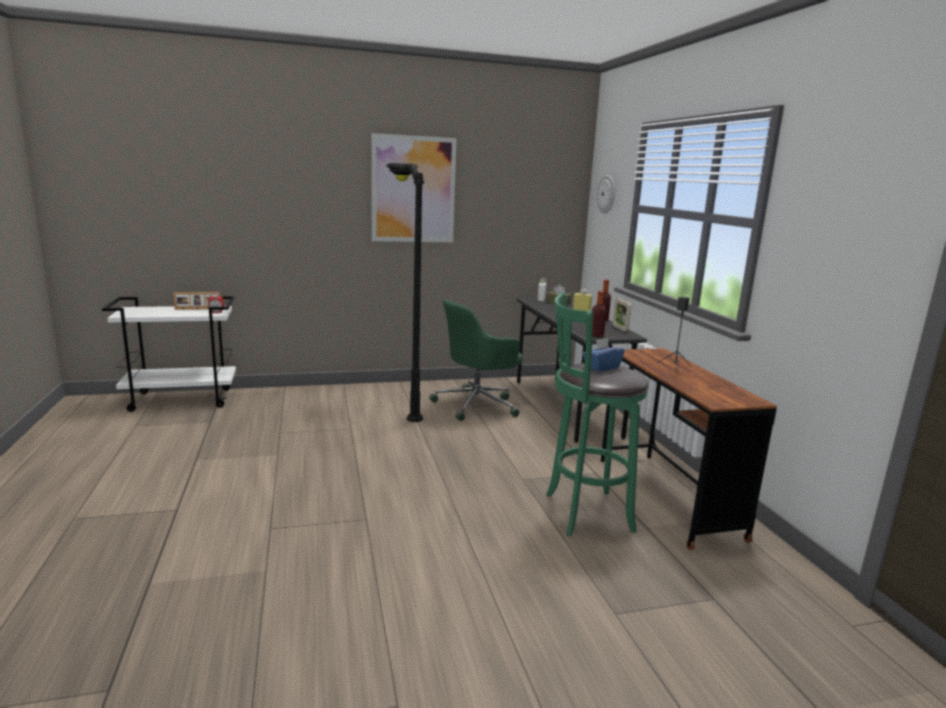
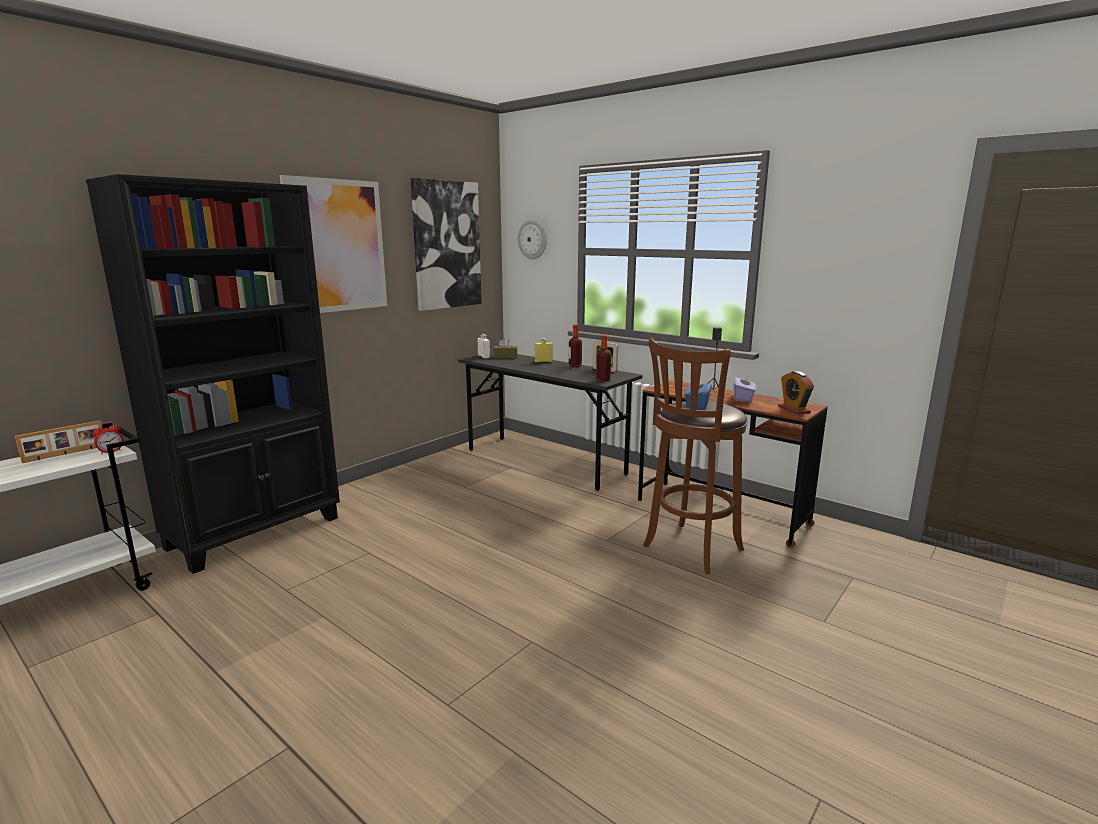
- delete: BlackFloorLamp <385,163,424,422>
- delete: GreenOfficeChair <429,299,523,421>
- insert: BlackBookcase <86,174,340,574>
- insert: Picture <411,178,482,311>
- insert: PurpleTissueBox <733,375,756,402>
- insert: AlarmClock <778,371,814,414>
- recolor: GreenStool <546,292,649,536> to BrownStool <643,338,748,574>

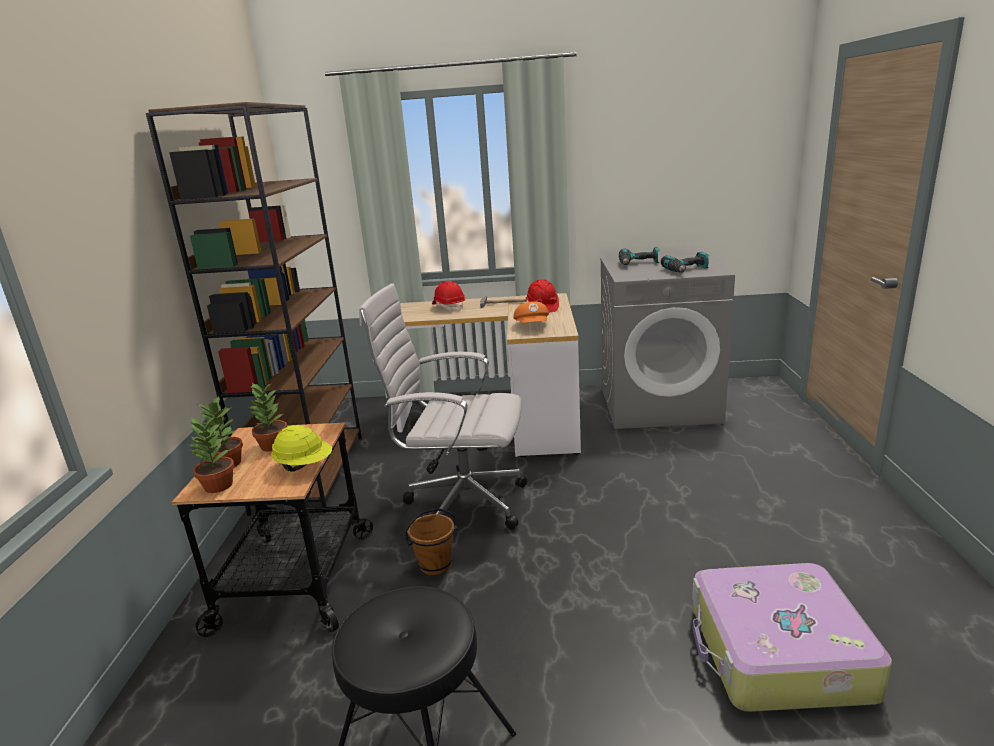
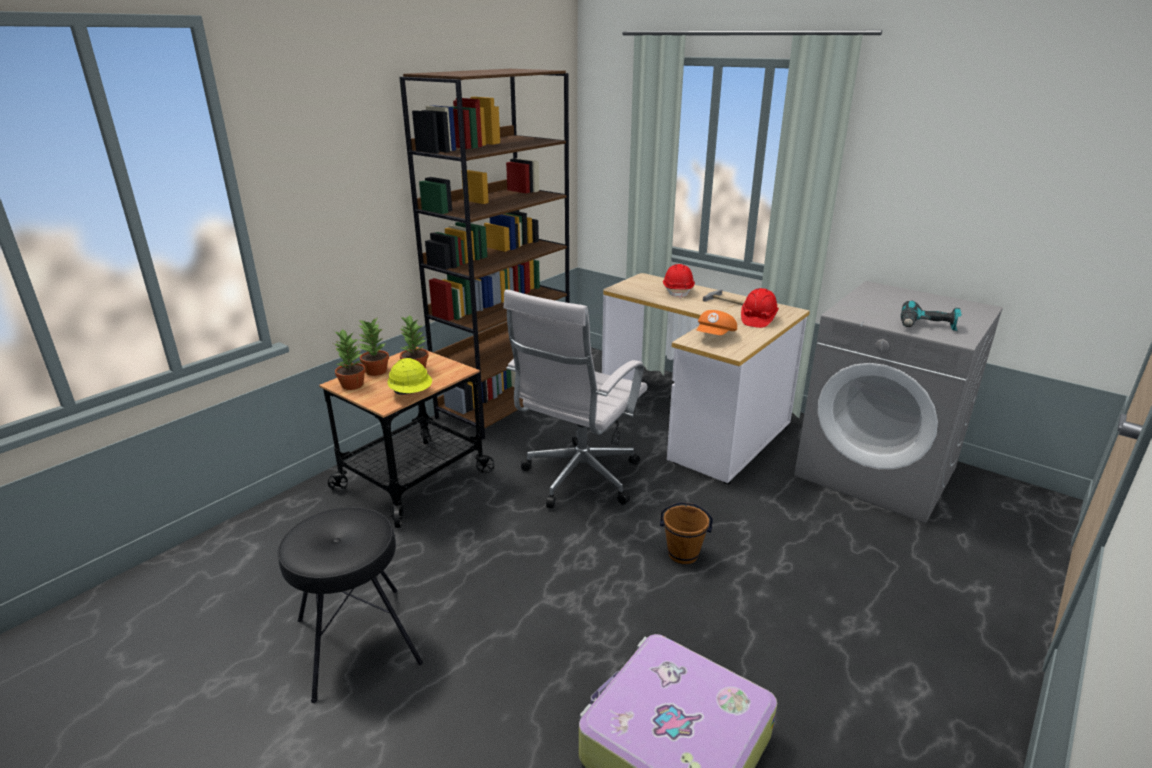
- delete: PowerDrill <619,247,660,265>
- move: BrownBucket <405,508,458,575> to <660,502,713,564>
- rotate: WhiteOfficeChair <359,283,527,530> = <504,289,648,508> 105 degrees counterclockwise

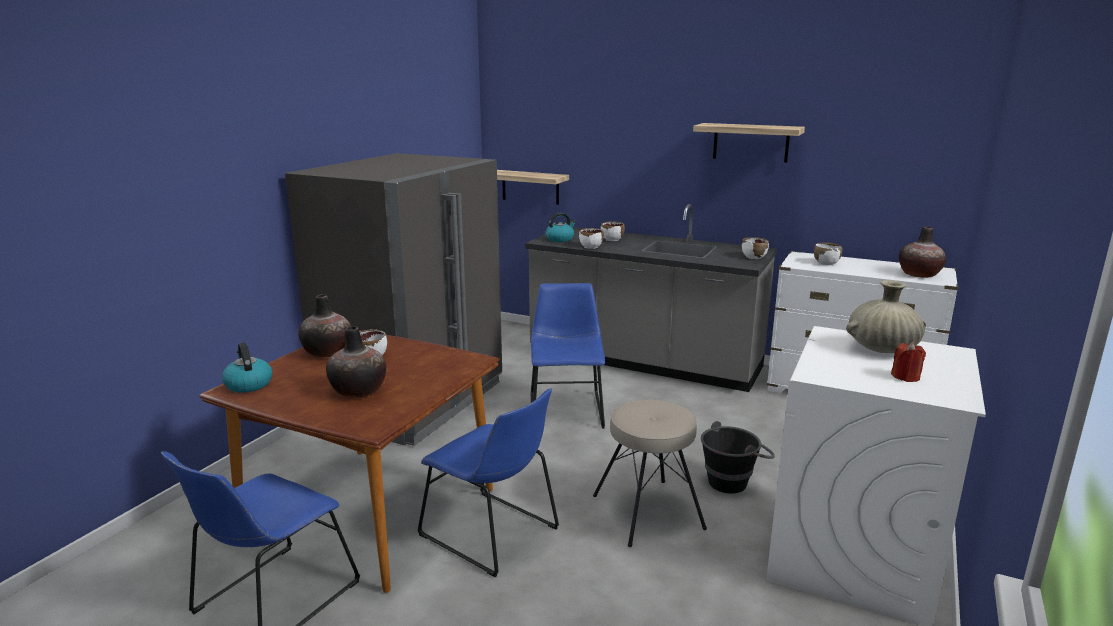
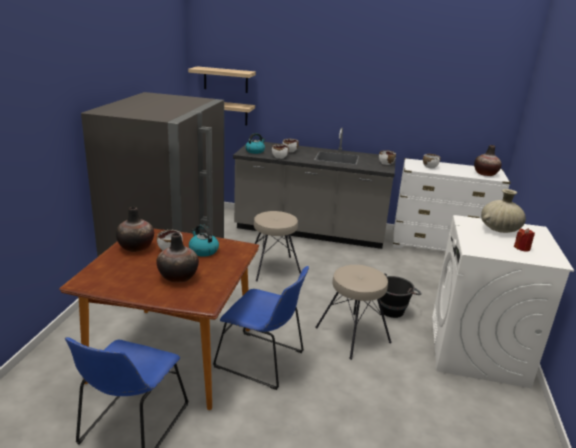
- move: Kettle <222,342,272,393> to <189,224,219,257>
- move: Shelf <693,123,805,163> to <188,66,256,93>
- replace: BlueChair <531,283,605,429> to BeigeStool <254,211,301,282>

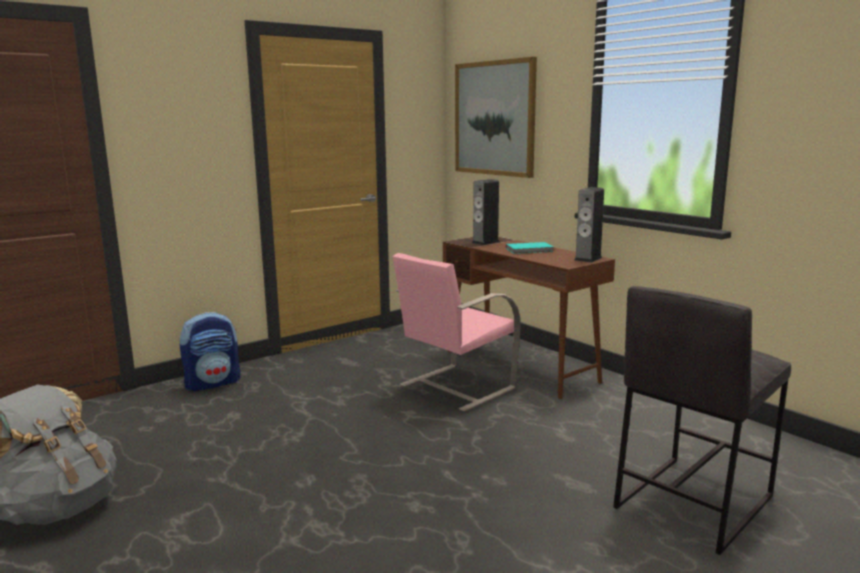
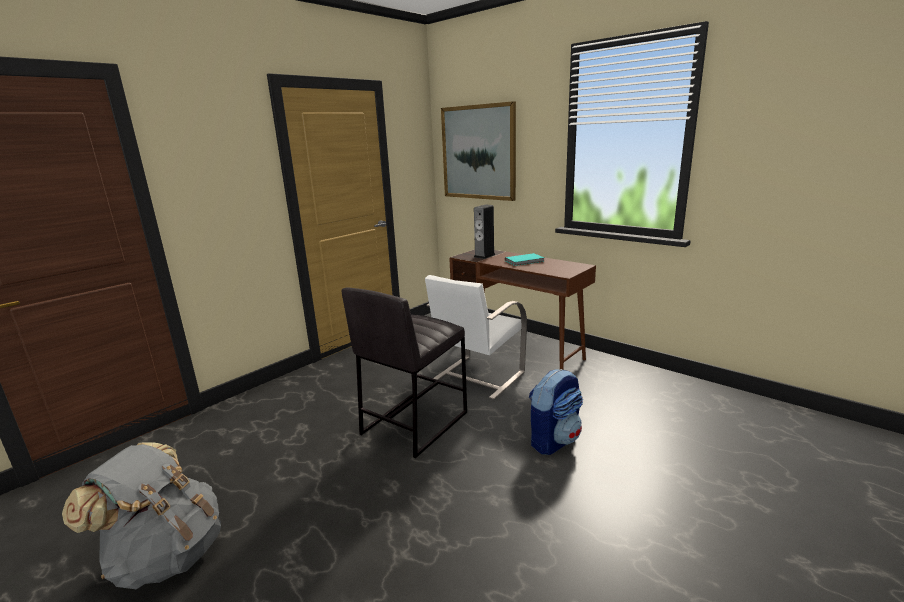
- delete: Speaker <574,187,604,263>
- move: Backpack <180,312,240,391> to <529,369,583,455>
- move: GreyStool <613,286,791,555> to <341,287,467,458>
- recolor: PinkChair <393,253,521,412> to WhiteChair <425,275,527,400>

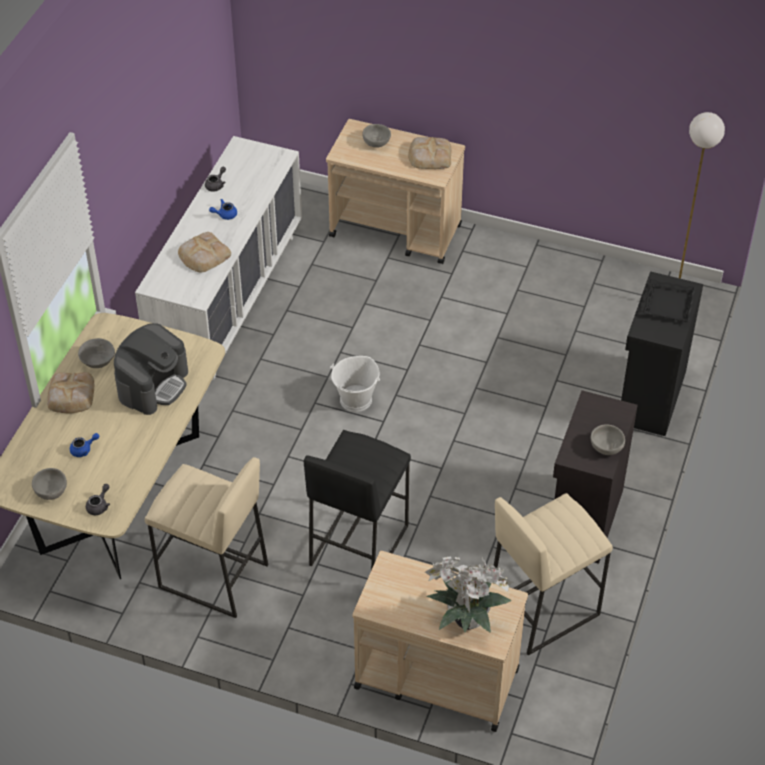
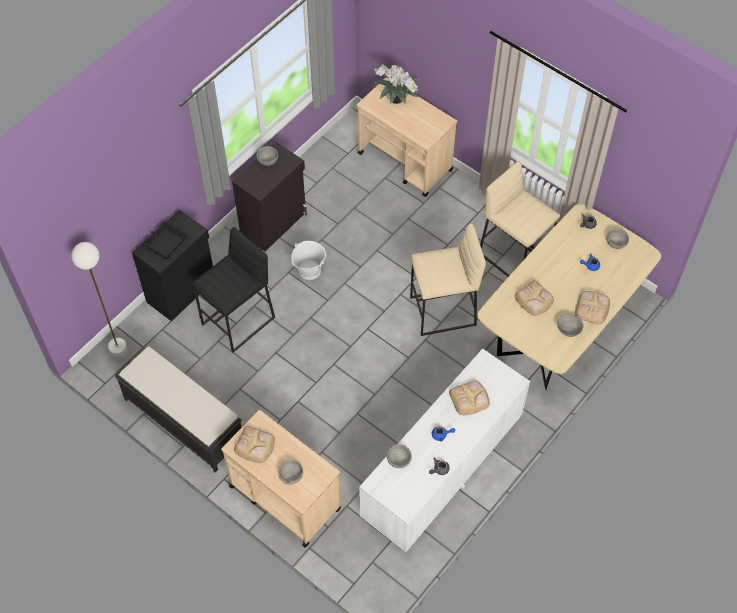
- insert: BlackBench <115,346,242,473>
- insert: GreyBowl <387,444,412,468>
- move: BlackStool <304,430,411,570> to <192,227,275,353>
- move: WhiteBucket <330,356,380,412> to <291,241,326,280>
- move: BeigeStool <493,493,613,655> to <410,224,486,336>
- replace: CoffeeMachine <114,323,188,415> to Bread <515,280,554,316>

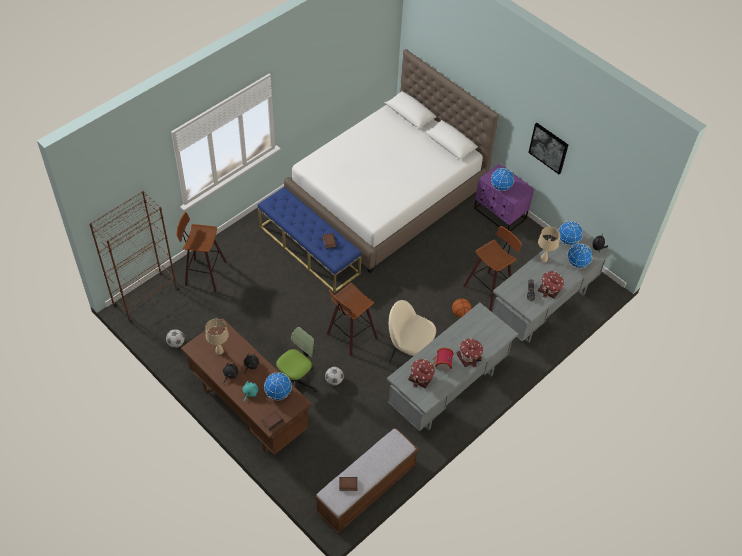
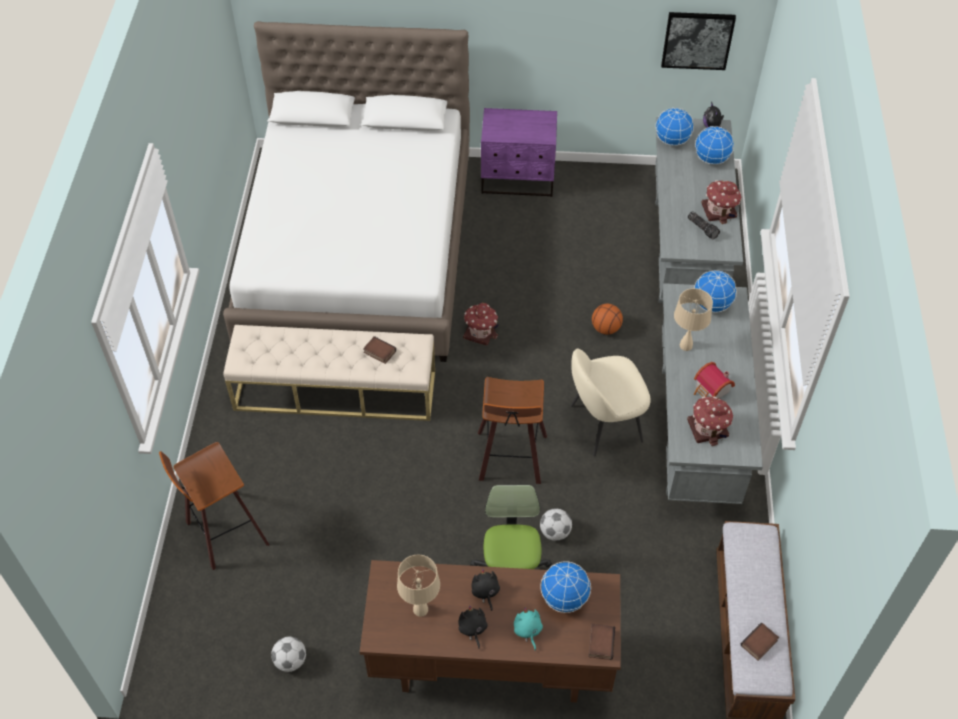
- delete: BrownBookcase <89,191,179,322>
- delete: Stool <464,226,522,311>
- move: ToyHouse <456,338,483,367> to <463,302,498,346>
- move: Globe <491,168,514,191> to <694,270,737,312>
- move: Picture <528,123,568,174> to <661,12,736,70>
- move: BeigeTableLamp <538,227,560,262> to <674,288,713,351>
- recolor: BlueBench <258,187,361,293> to BeigeBench <223,325,435,421>

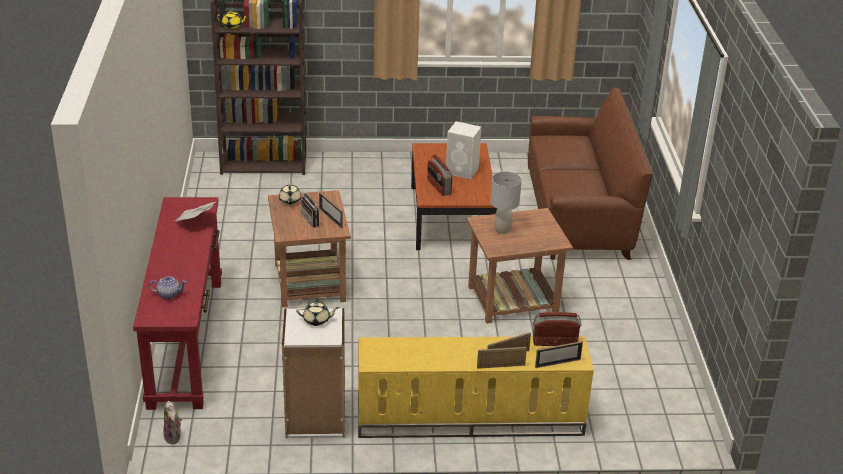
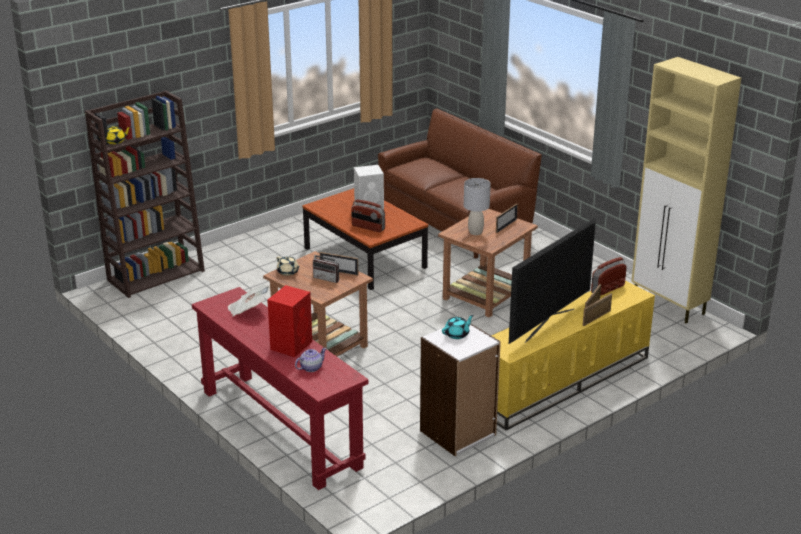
- delete: PlushToy <163,401,183,444>
- insert: RedSpeaker <267,285,312,357>
- insert: Television <509,218,596,344>
- insert: BeigeCabinet <631,57,741,324>
- move: PictureFrame <535,341,583,368> to <496,203,518,233>
- recolor: BeigeTeapot <296,302,339,326> to TurquoiseTeapot <442,315,474,339>

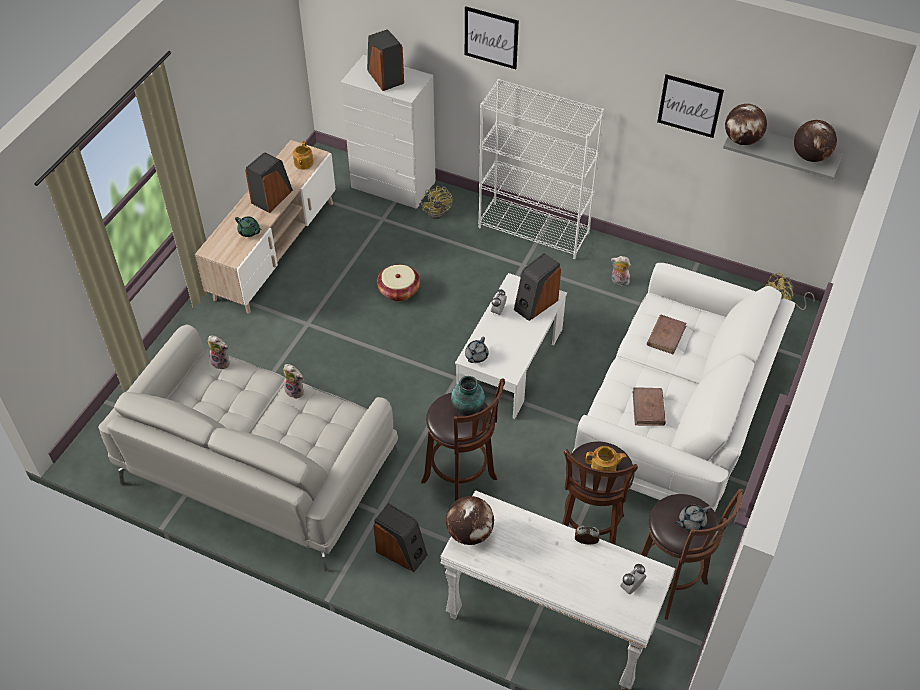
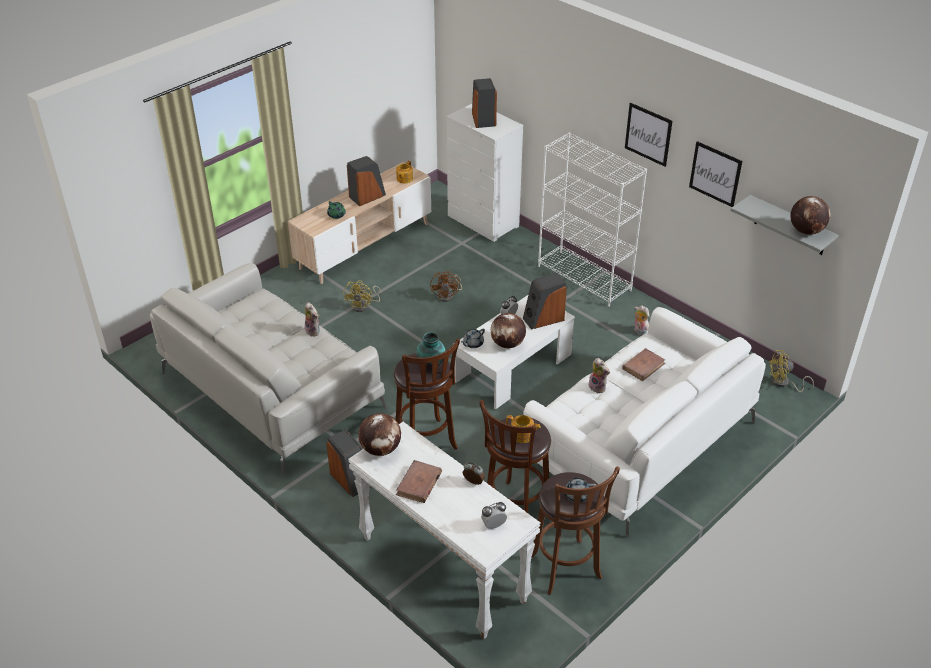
- move: PlushToy <208,335,230,370> to <588,358,610,393>
- move: YellowFan <421,186,453,219> to <343,280,381,312>
- move: Picture <465,6,519,69> to <625,103,672,167>
- move: BrownBook <633,387,666,426> to <396,460,442,503>
- move: Globe <725,104,767,145> to <491,313,526,348>
- replace: Basket <377,264,420,301> to BrownFan <430,270,462,302>

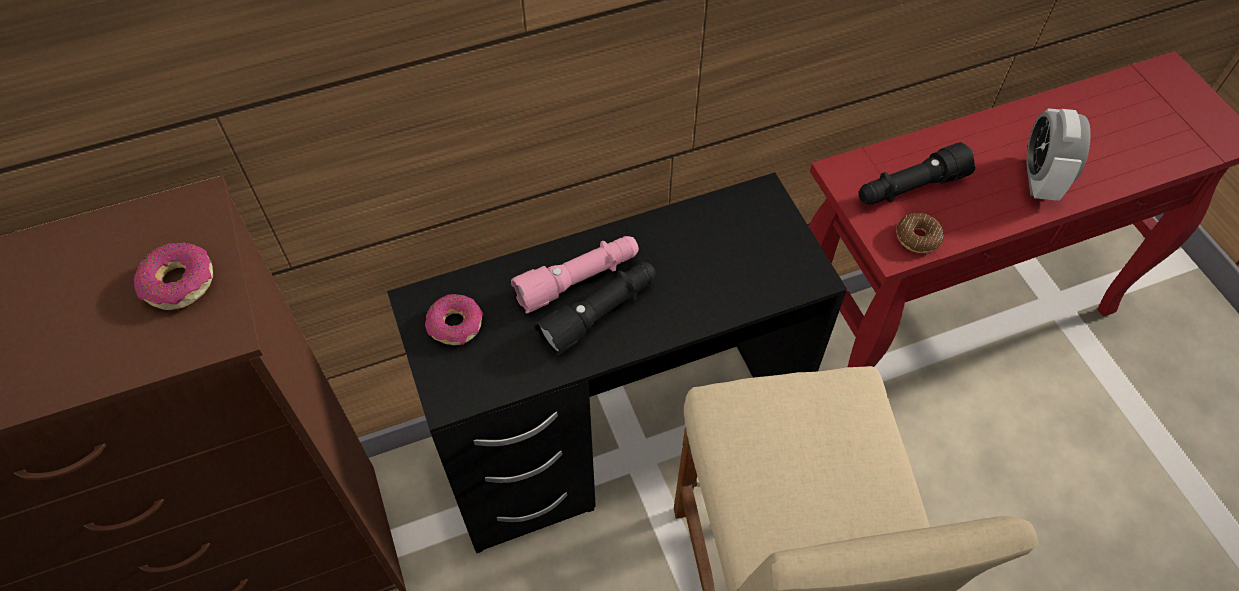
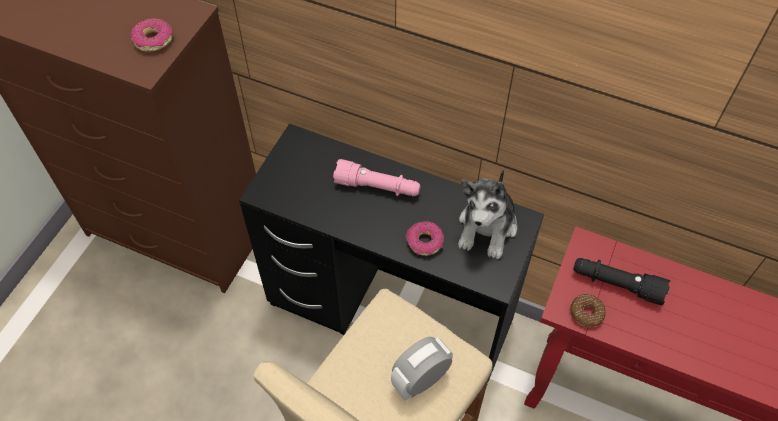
- delete: BlackFlashlight <535,262,656,356>
- insert: PlushToy <458,169,517,259>
- move: Donut <425,294,483,345> to <406,221,444,256>
- move: AlarmClock <1026,108,1091,201> to <391,337,453,401>

